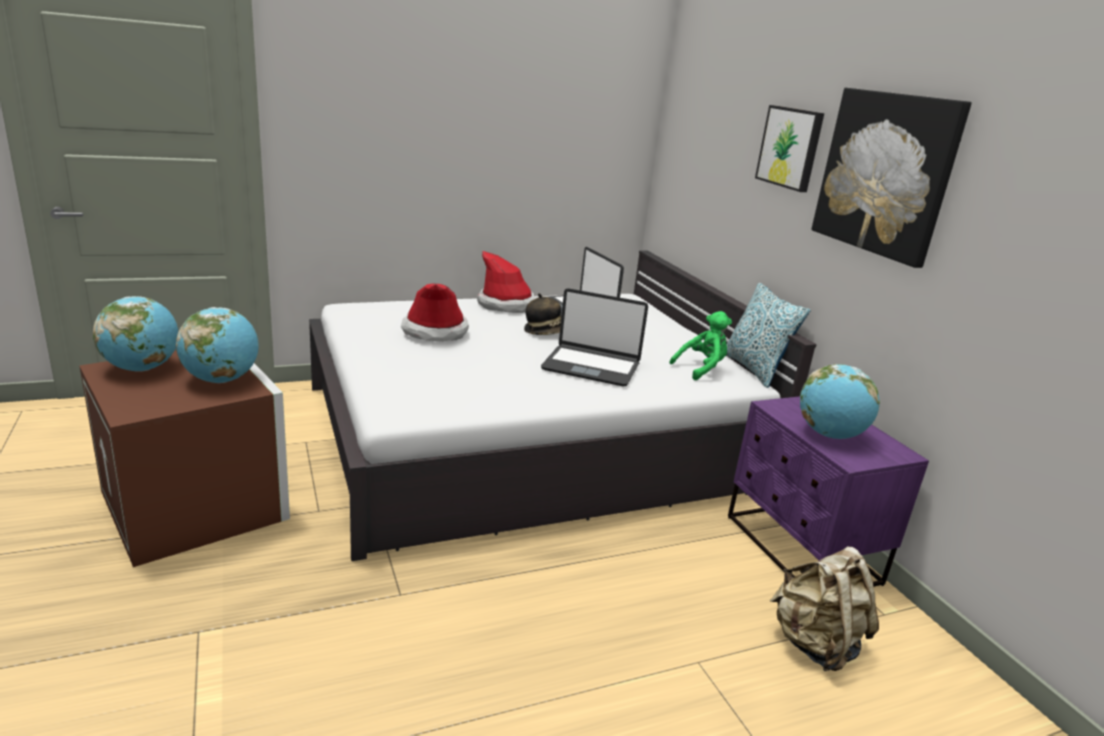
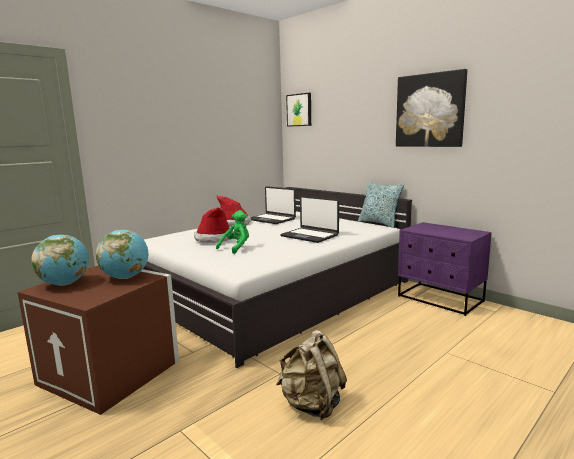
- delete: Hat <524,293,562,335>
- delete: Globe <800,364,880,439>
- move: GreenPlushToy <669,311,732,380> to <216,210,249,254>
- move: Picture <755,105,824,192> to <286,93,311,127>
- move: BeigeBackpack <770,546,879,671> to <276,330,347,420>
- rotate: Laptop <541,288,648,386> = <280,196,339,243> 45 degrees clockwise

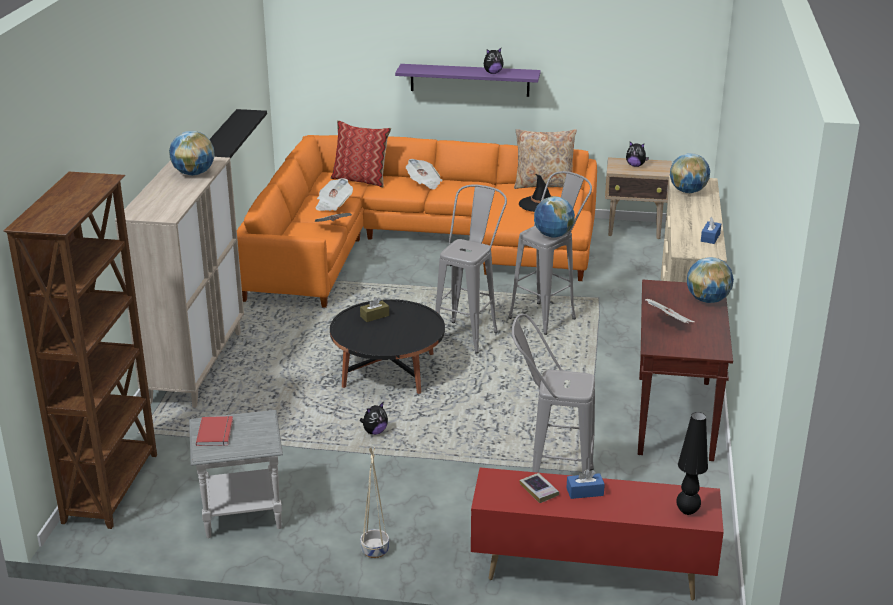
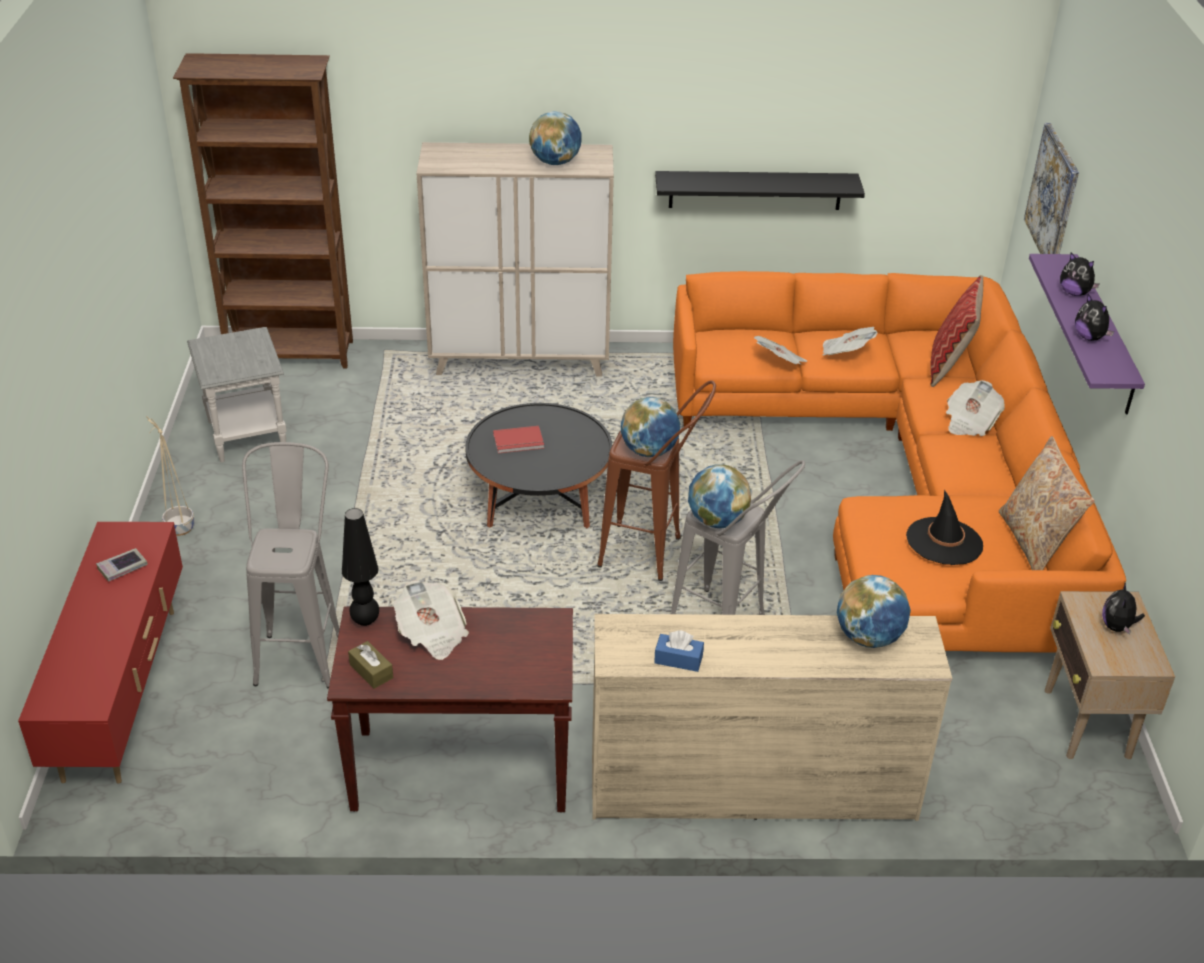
- delete: BlueTissueBox <567,469,605,499>
- insert: Picture <1024,123,1079,254>
- move: RedBook <196,416,233,446> to <493,426,544,453>
- move: BrownTissueBox <360,297,389,322> to <348,641,393,689>
- move: PlushToy <360,402,388,435> to <1060,253,1100,296>
- move: BlackTableLamp <676,412,708,515> to <342,508,379,626>
- move: Globe <687,257,734,303> to <621,397,680,457>
- recolor: GreyStool <435,185,507,354> to BrownStool <597,381,716,581>

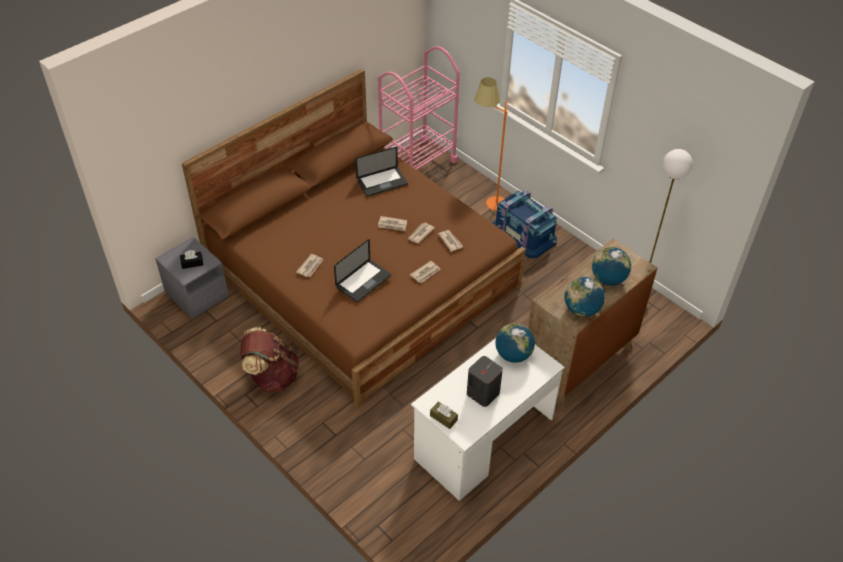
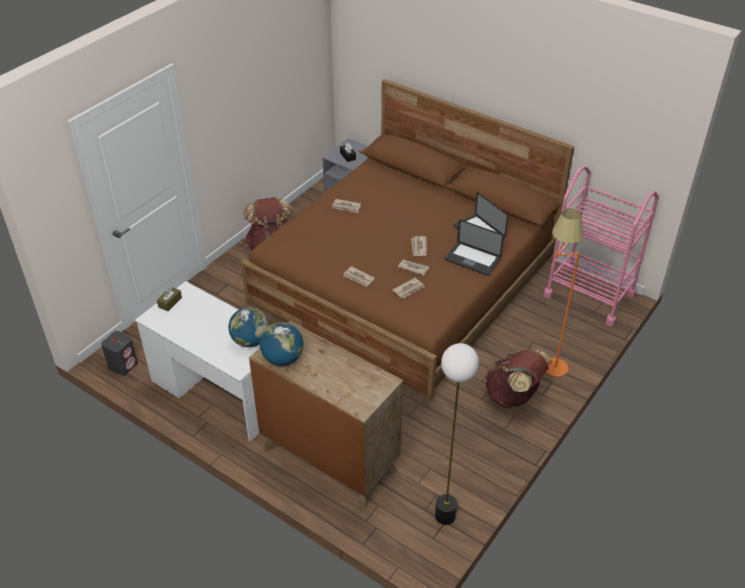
- delete: Globe <592,247,631,285>
- move: Laptop <334,239,391,302> to <445,220,504,276>
- move: GreySpeaker <467,356,503,407> to <101,331,138,376>
- replace: BlueStorageBox <493,190,557,258> to BrownBackpack <485,349,552,408>

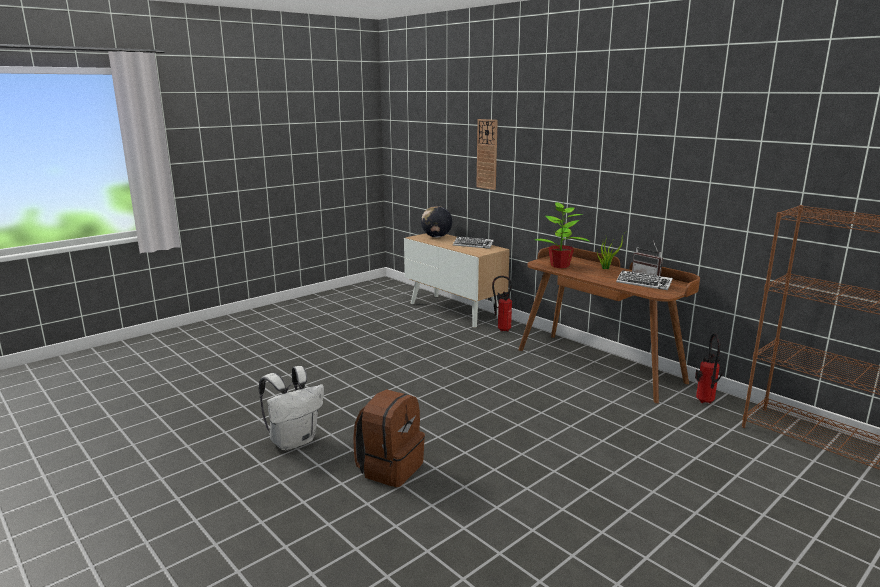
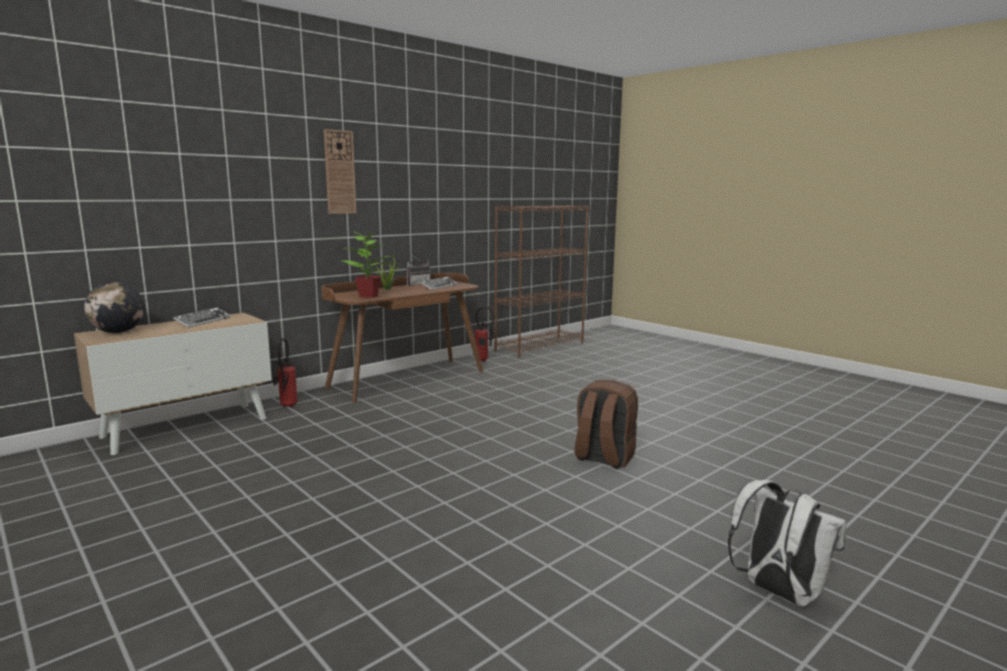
- move: WhiteBackpack <259,366,324,451> to <728,480,847,606>
- move: WallClock <476,119,498,190> to <324,129,356,214>

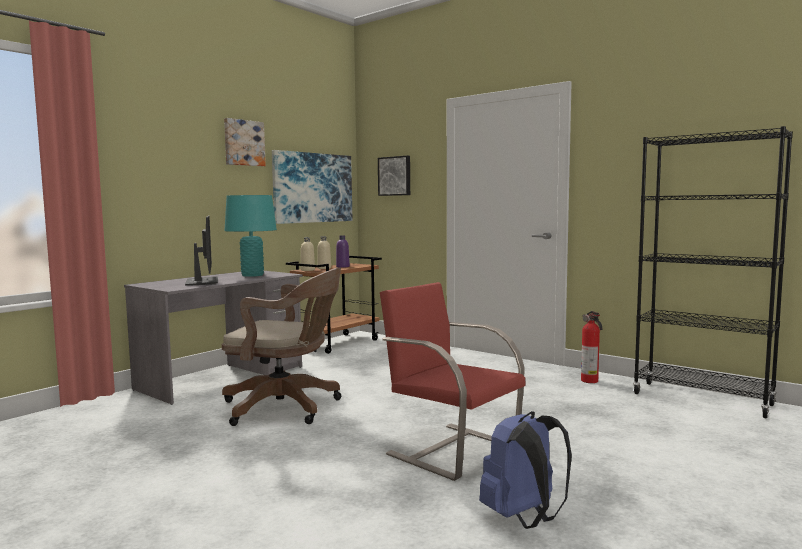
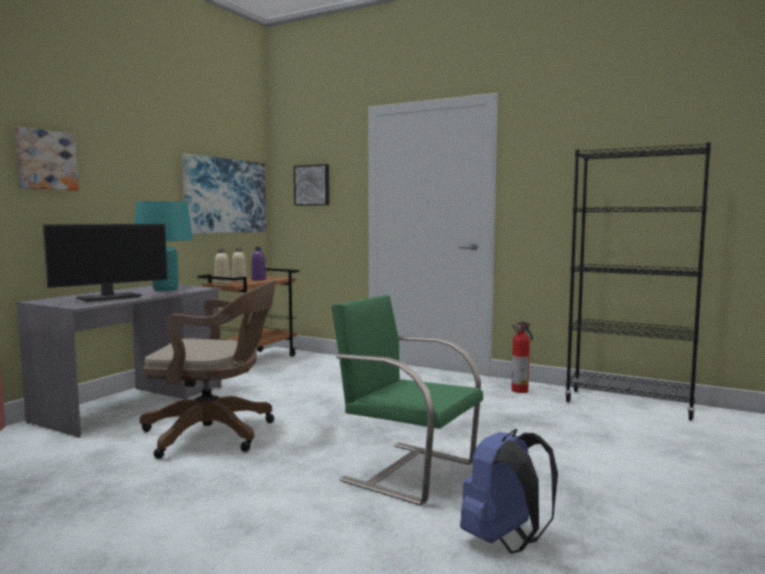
- move: Picture <224,118,266,166> to <14,127,79,191>
- recolor: RedChair <380,282,526,481> to GreenChair <331,294,483,506>
- rotate: Monitor <185,216,218,286> = <43,224,168,302> 75 degrees clockwise

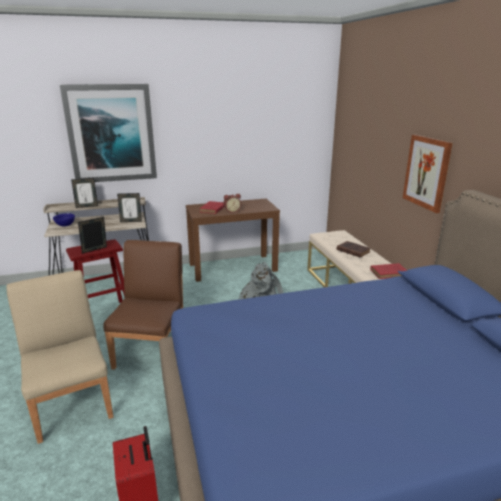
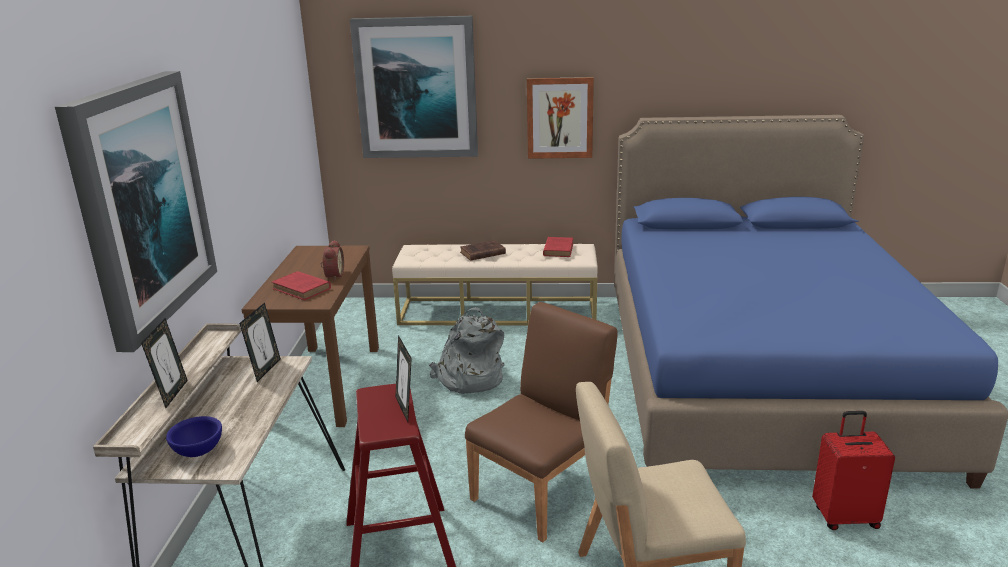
- insert: Picture <350,16,478,158>
- rotate: BrownChair <104,240,183,370> = <465,302,618,542> 105 degrees clockwise

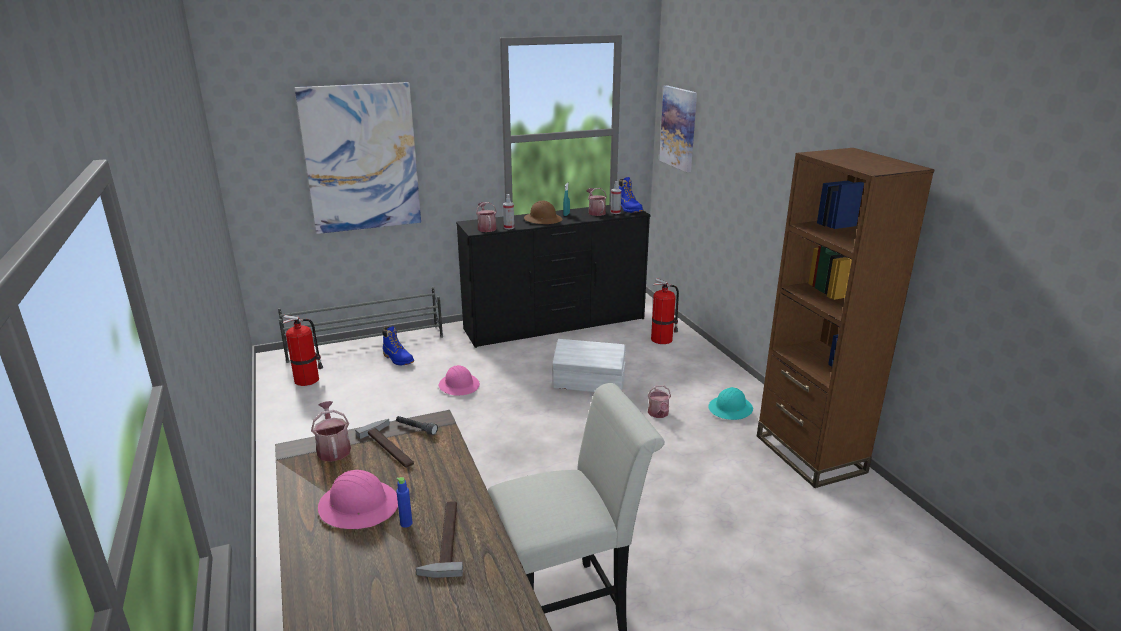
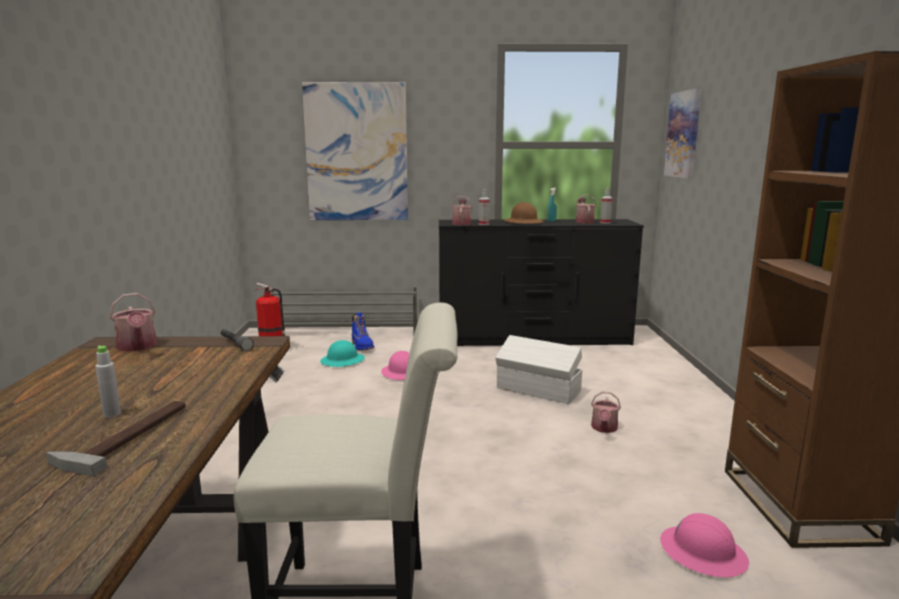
- delete: Hammer <355,419,414,468>
- delete: BlueBoot <619,177,643,213>
- delete: FireExtinguisher <651,278,679,344>
- move: PinkHardHat <318,470,398,529> to <660,513,749,578>
- move: TurquoiseHardHat <708,387,753,420> to <320,340,365,367>
- recolor: BlueBottle <396,477,412,528> to GreyBottle <95,346,121,418>
- rotate: WateringCan <311,401,351,462> = <110,293,157,352> 150 degrees clockwise

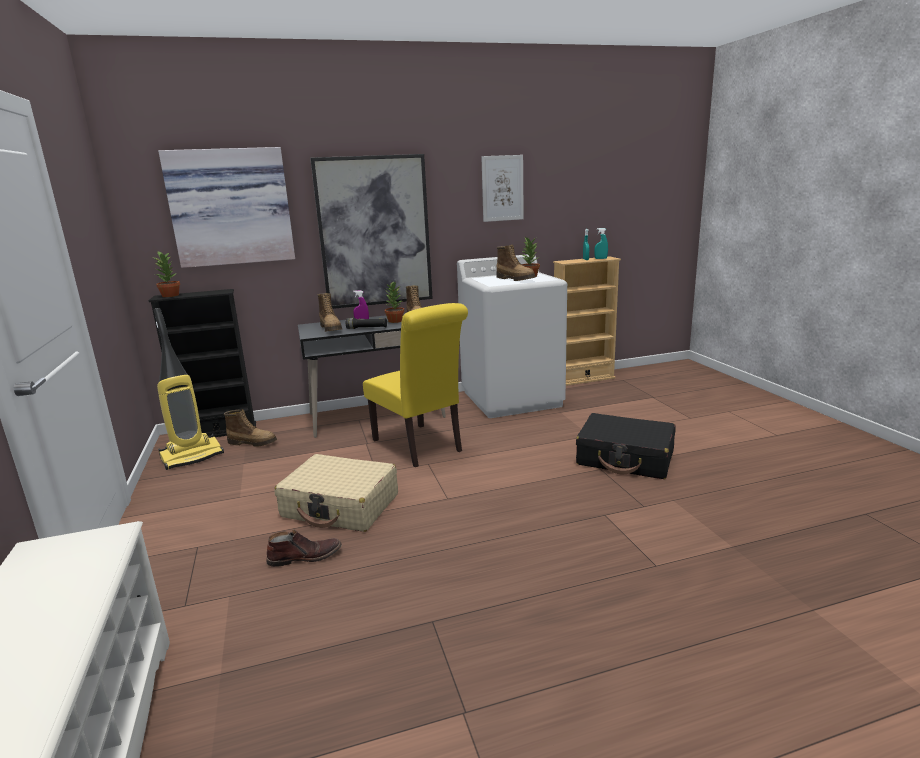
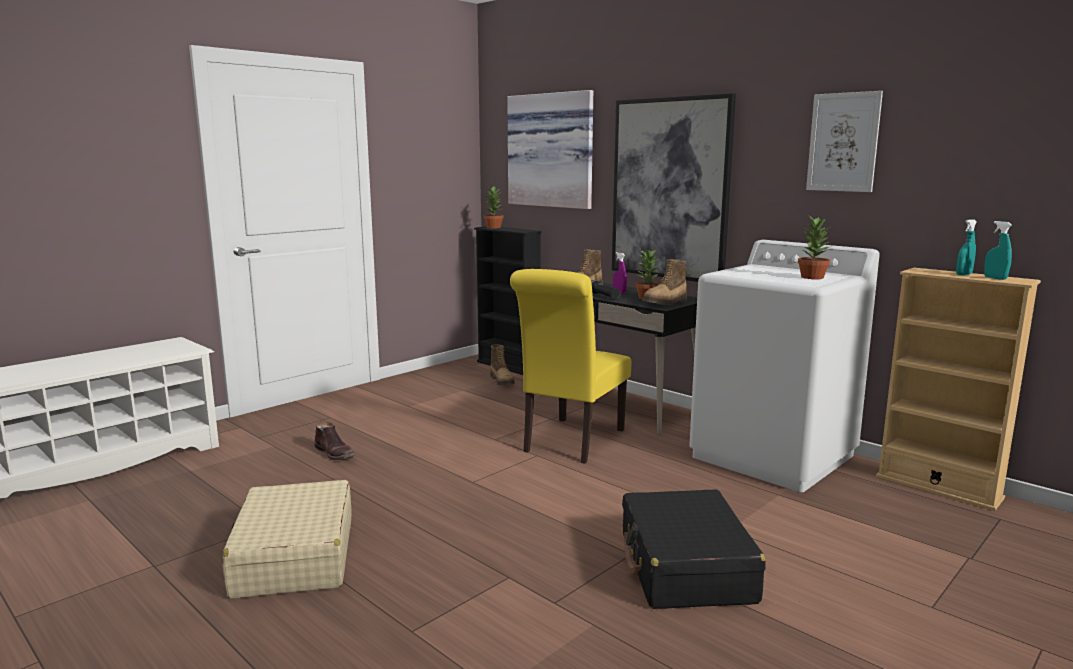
- delete: VacuumCleaner <154,308,224,470>
- delete: Boot <496,245,536,281>
- move: BeigeSuitcase <275,454,398,532> to <222,480,352,599>

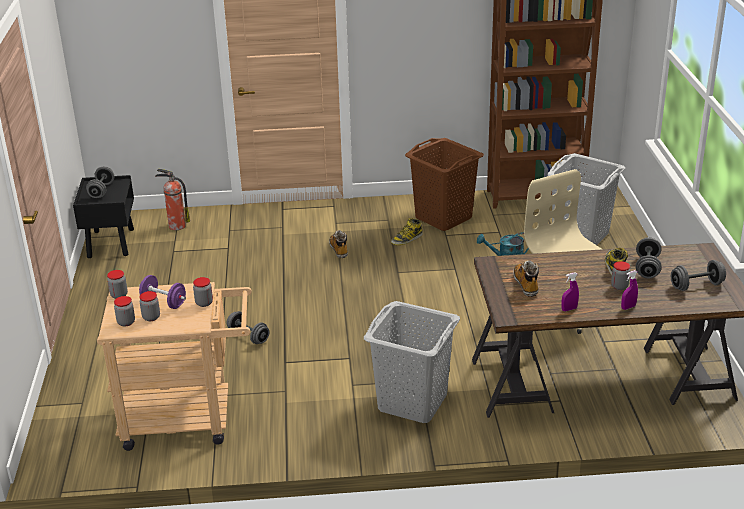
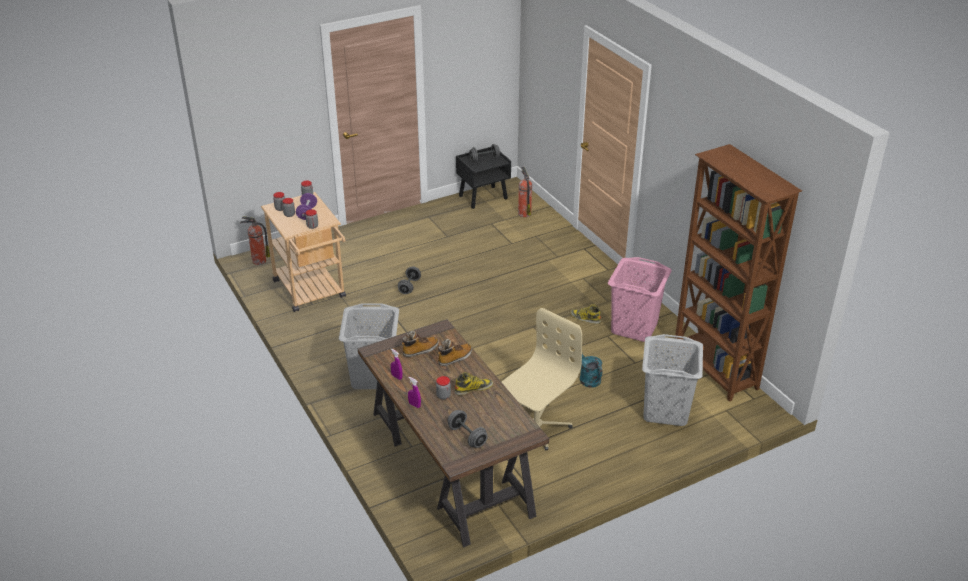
- delete: GreyDumbbell <636,237,662,279>
- insert: FireExtinguisher <240,216,270,265>
- move: Boot <329,230,348,258> to <438,339,472,366>
- recolor: BrownLaundryBasket <405,138,484,231> to PinkLaundryBasket <608,257,672,342>

